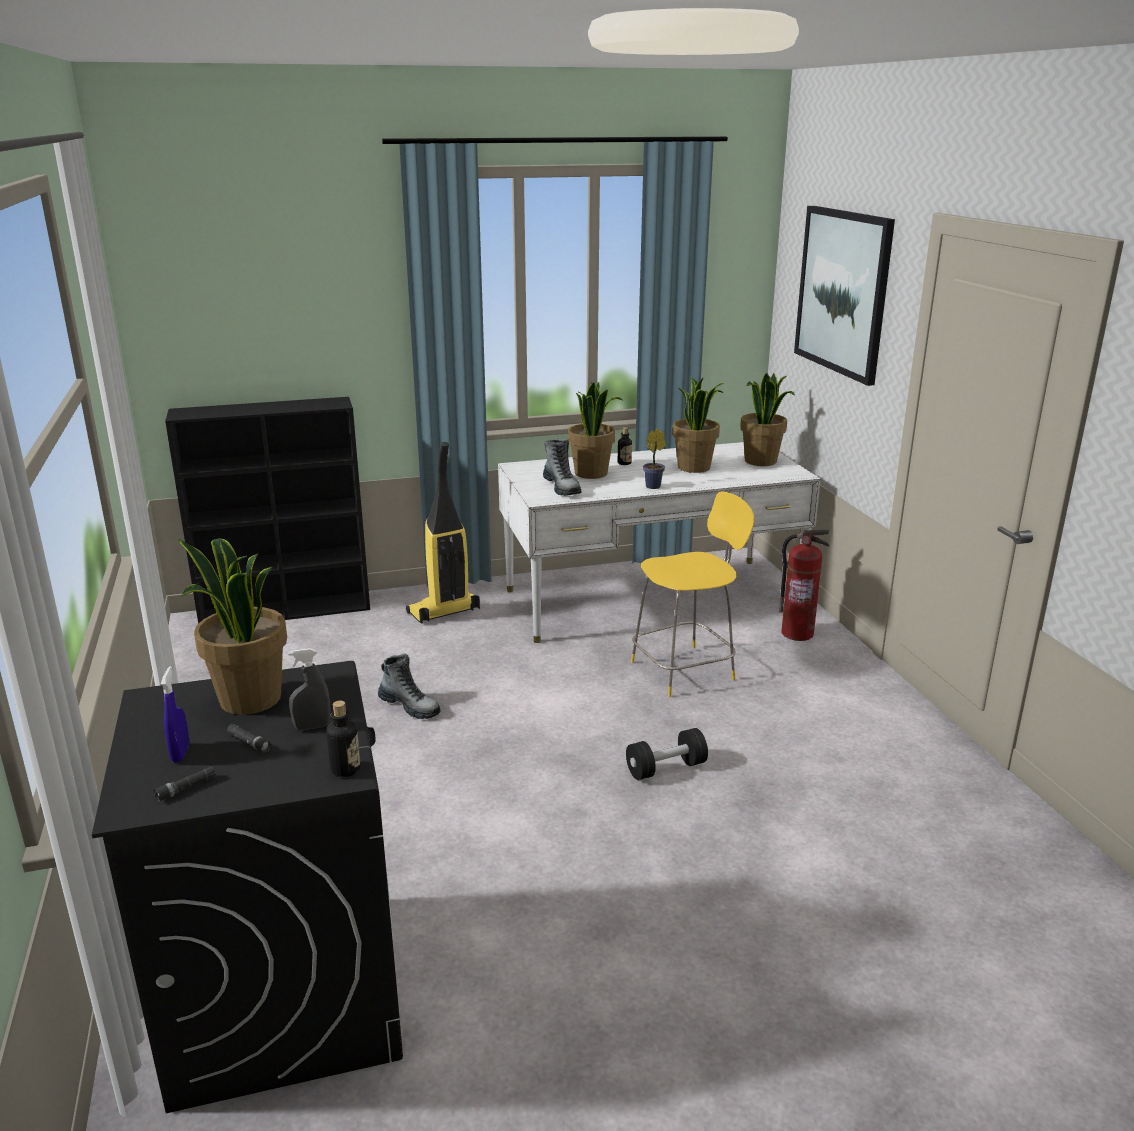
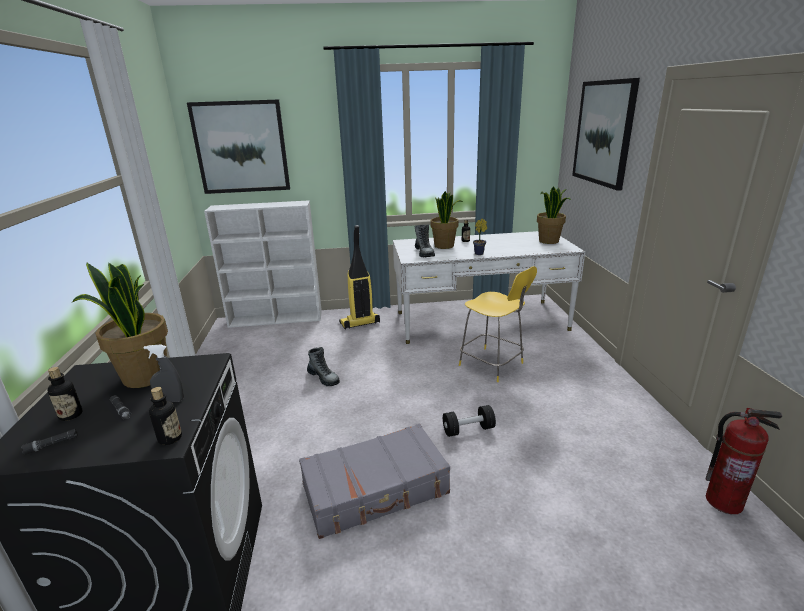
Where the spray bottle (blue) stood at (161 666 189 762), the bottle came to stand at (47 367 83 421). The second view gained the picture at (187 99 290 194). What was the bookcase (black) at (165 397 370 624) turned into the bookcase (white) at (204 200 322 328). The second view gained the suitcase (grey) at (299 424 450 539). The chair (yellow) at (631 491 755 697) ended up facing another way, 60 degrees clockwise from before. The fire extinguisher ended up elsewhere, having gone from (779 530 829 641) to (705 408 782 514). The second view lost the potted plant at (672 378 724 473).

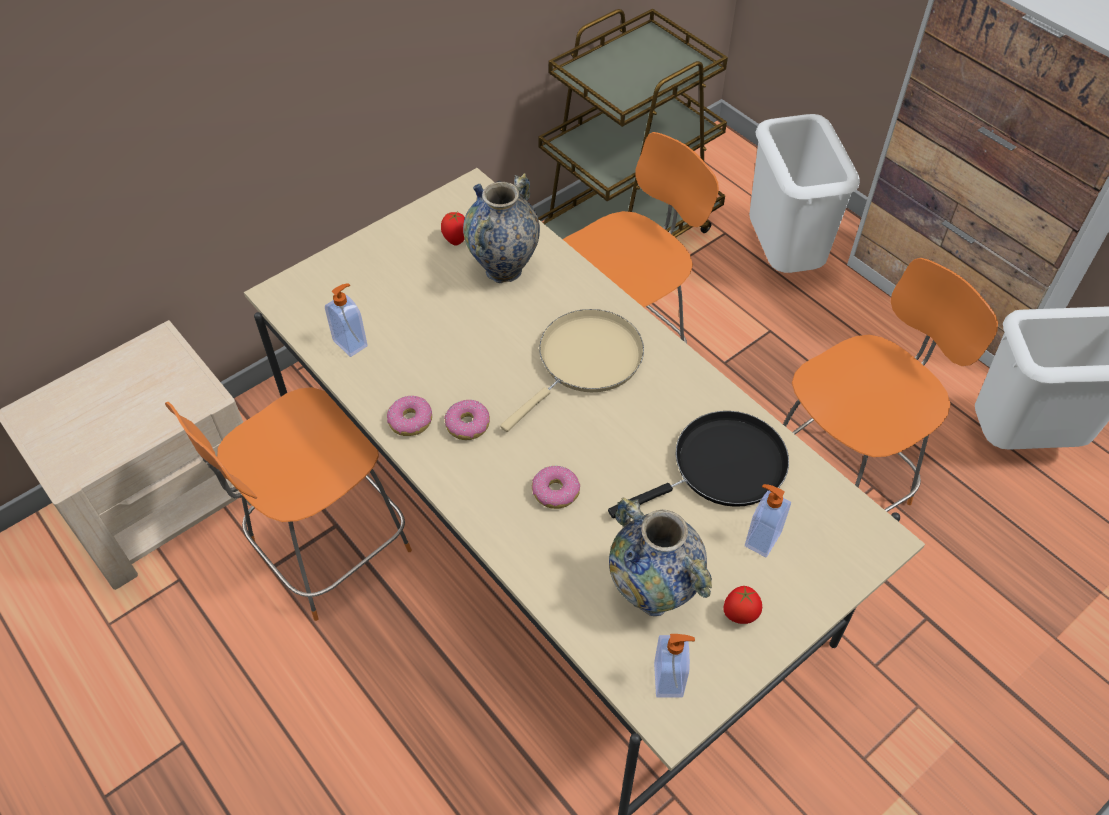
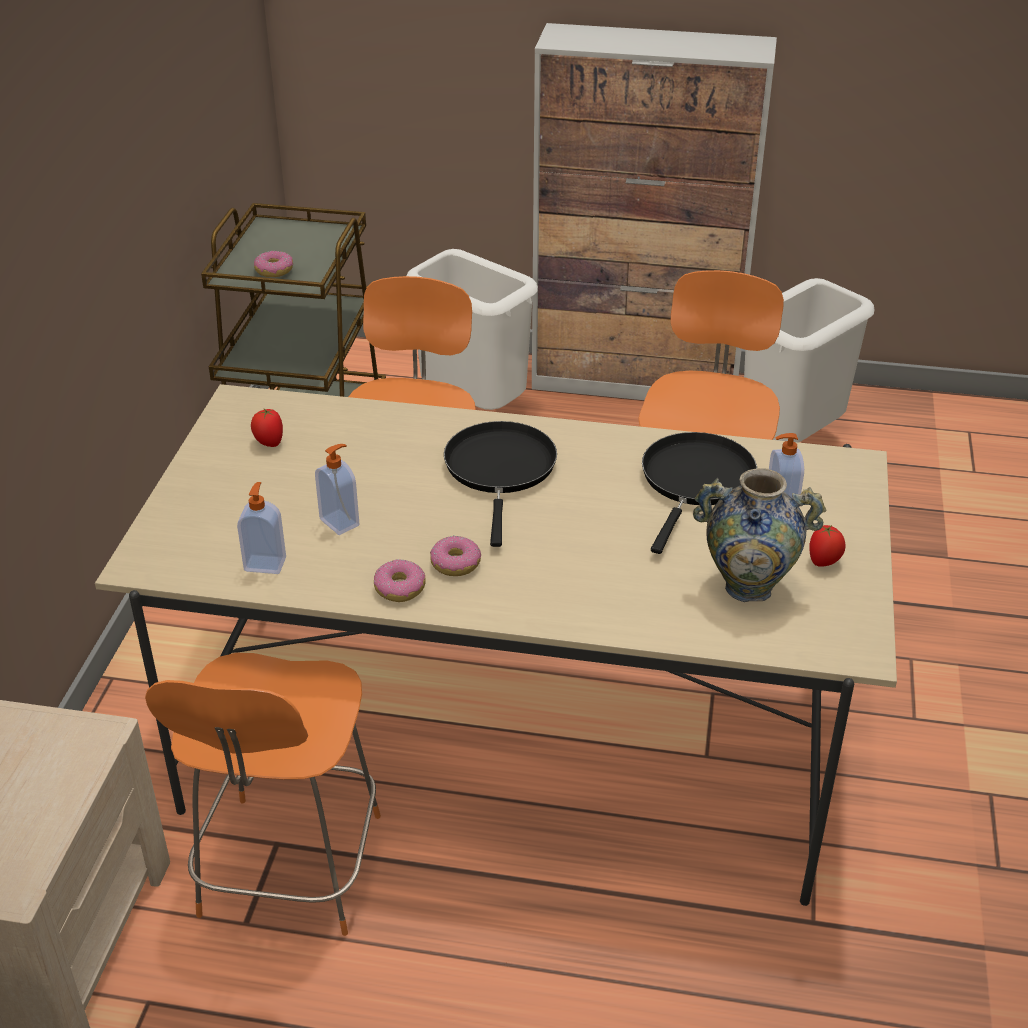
The donut ended up elsewhere, having gone from (532 466 580 509) to (254 251 293 277). The soap dispenser ended up elsewhere, having gone from (654 634 695 698) to (315 444 359 535). What was the frying pan (beige) at (500 309 644 432) turned into the frying pan (black) at (444 421 557 547). The second view lost the vase at (463 173 540 283).

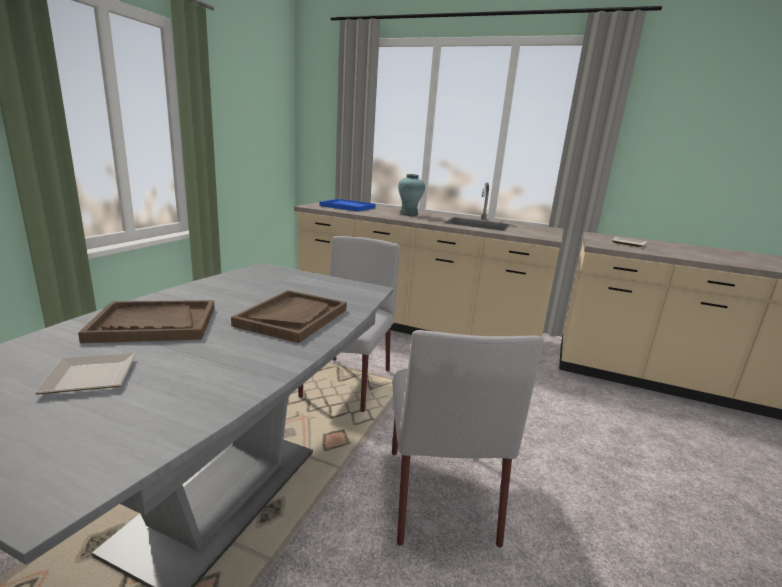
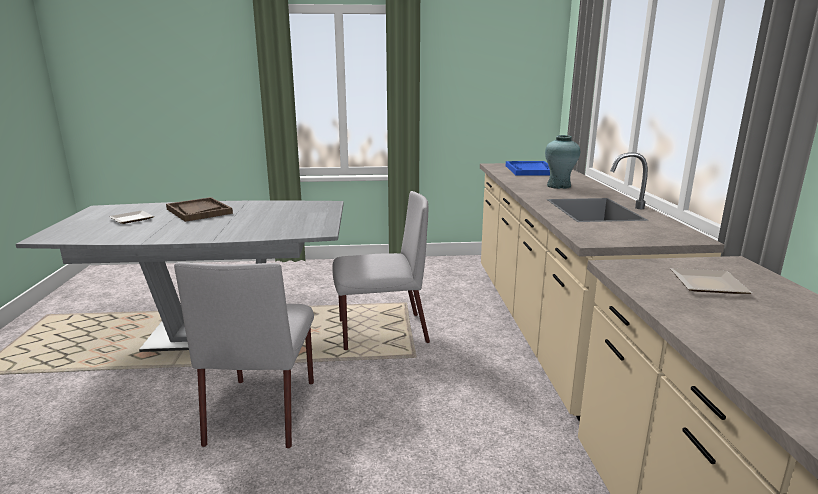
The chair (grey) at (392 330 544 548) ended up facing another way, 60 degrees counterclockwise from before. The second view lost the tray (brown) at (231 290 347 343).

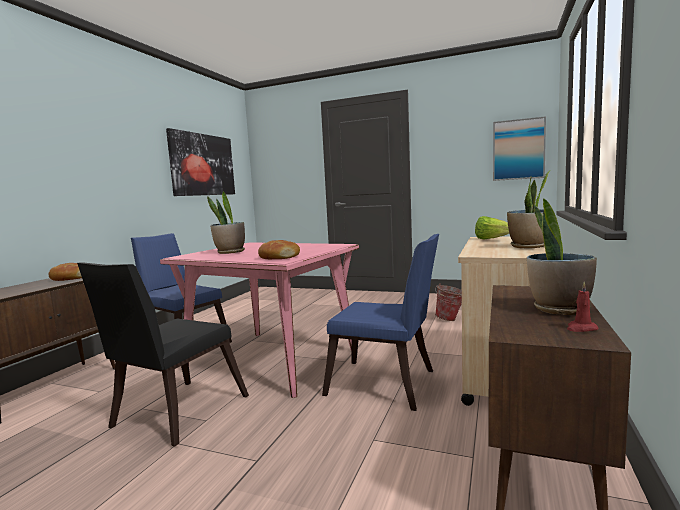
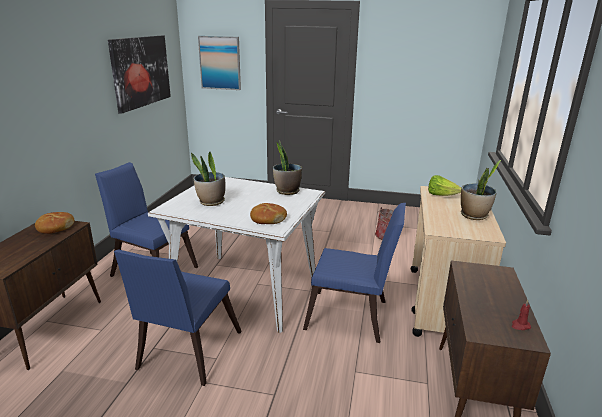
What was the chair (black) at (77 262 249 447) turned into the chair (blue) at (114 249 242 386). What was the dining table (pink) at (160 242 359 398) turned into the dining table (white) at (148 177 325 333). The picture ended up elsewhere, having gone from (493 116 546 181) to (198 36 241 90). The potted plant ended up elsewhere, having gone from (527 198 597 315) to (273 140 302 195).

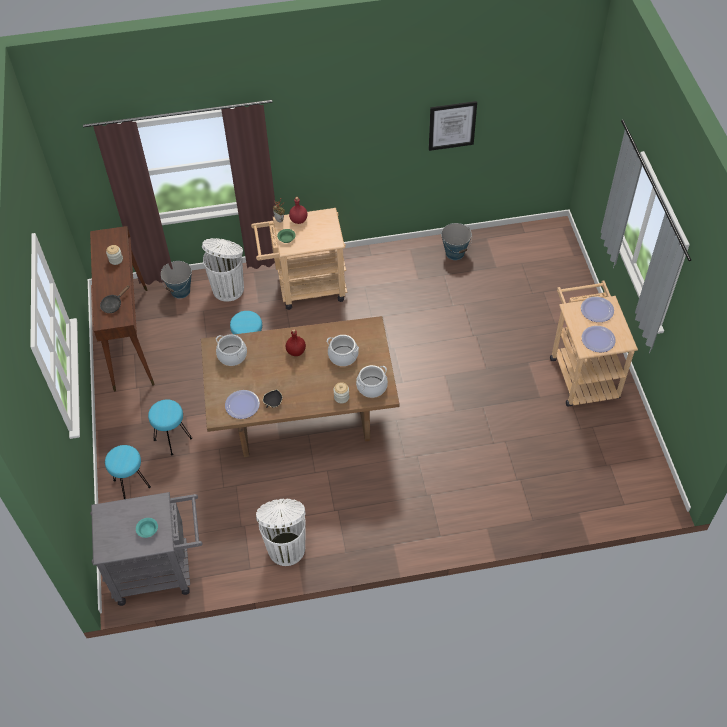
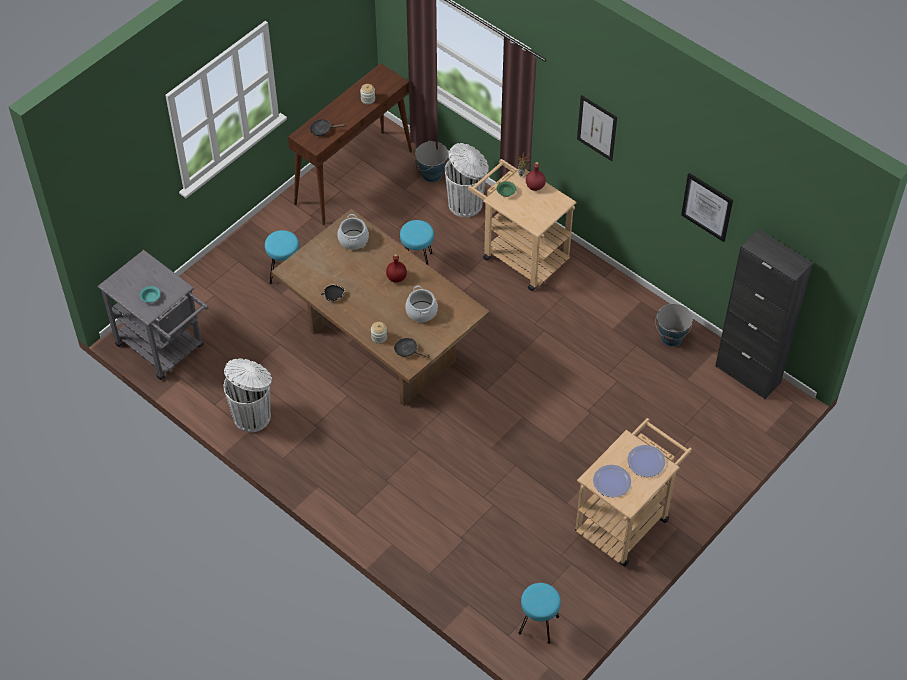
Where the cooking pot stood at (356 365 388 398), the frying pan (black) came to stand at (394 338 430 358). The stool (turquoise) ended up elsewhere, having gone from (105 445 151 499) to (519 583 561 644). The second view gained the picture at (577 95 617 161). The second view gained the cabinet (black) at (715 229 813 399). The second view lost the plate at (225 390 260 419).

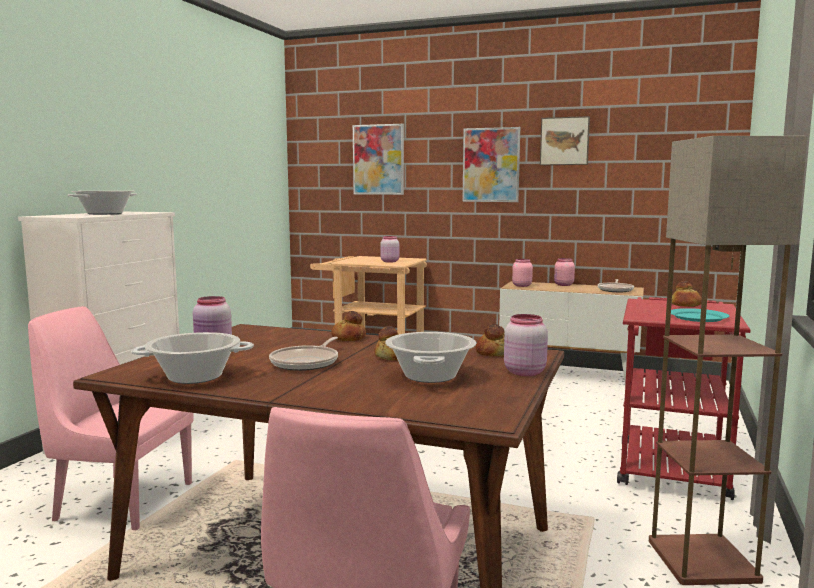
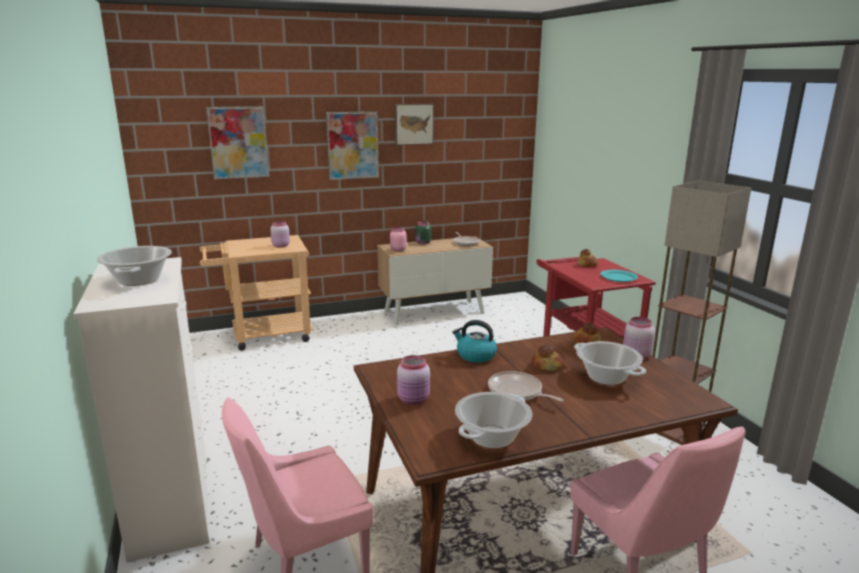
What was the jar (pink) at (554 258 575 286) turned into the jar (green) at (415 221 431 244). Where the bread stood at (331 311 366 341), the kettle came to stand at (452 320 497 363). The frying pan at (269 337 338 371) ended up facing another way, 150 degrees clockwise from before.

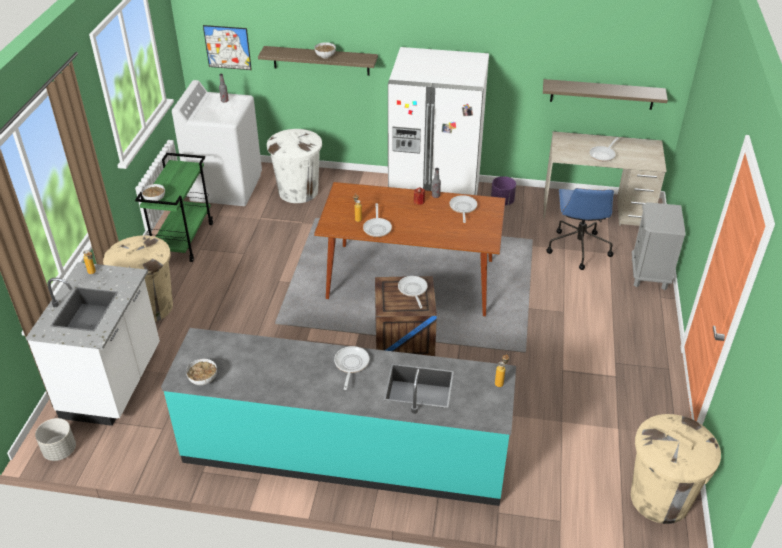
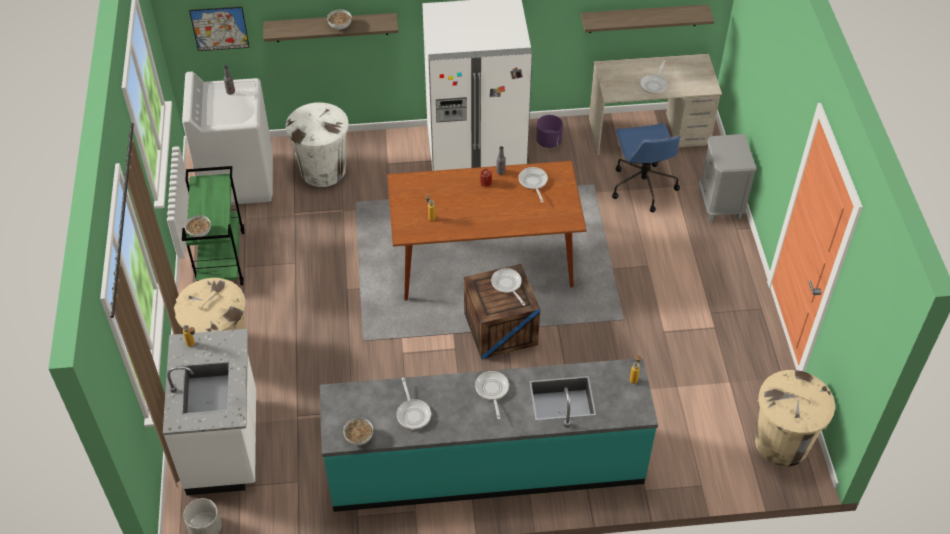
The frying pan ended up elsewhere, having gone from (363 203 392 237) to (397 378 431 429).

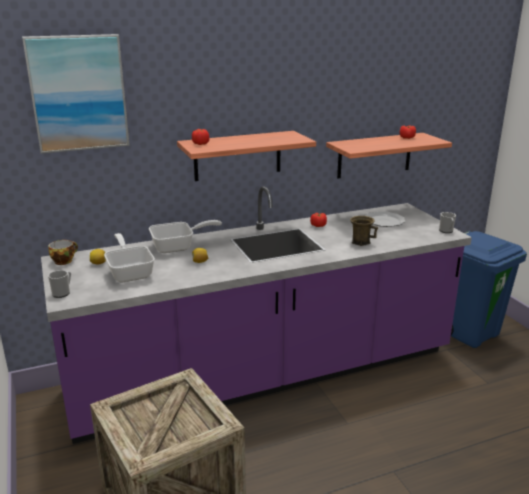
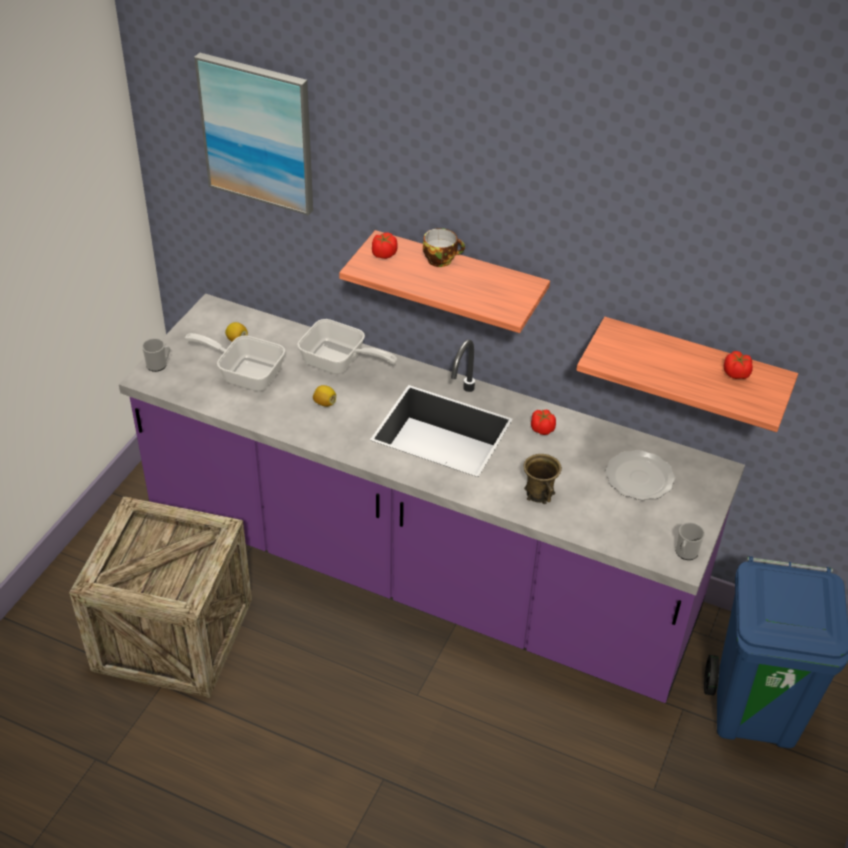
The frying pan at (104 233 155 282) ended up facing another way, 90 degrees counterclockwise from before. The cup ended up elsewhere, having gone from (48 240 78 265) to (423 228 465 267).

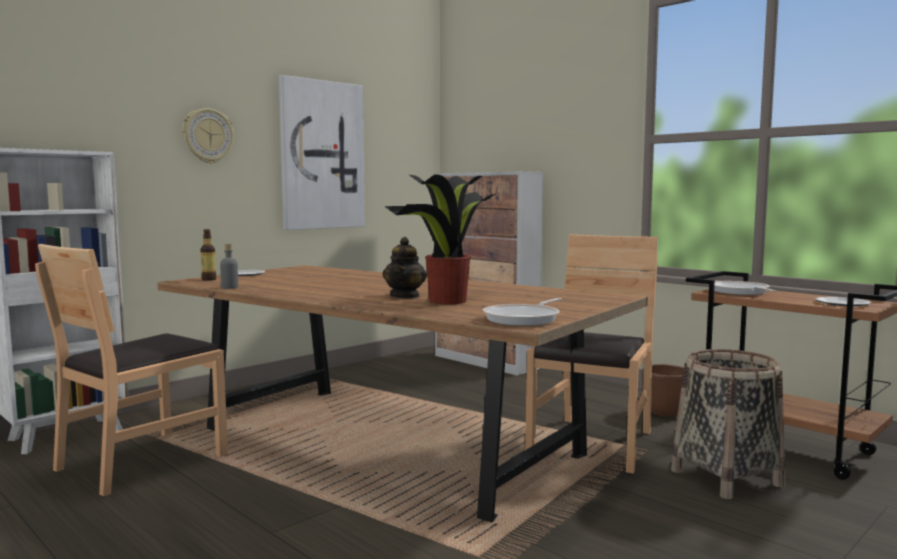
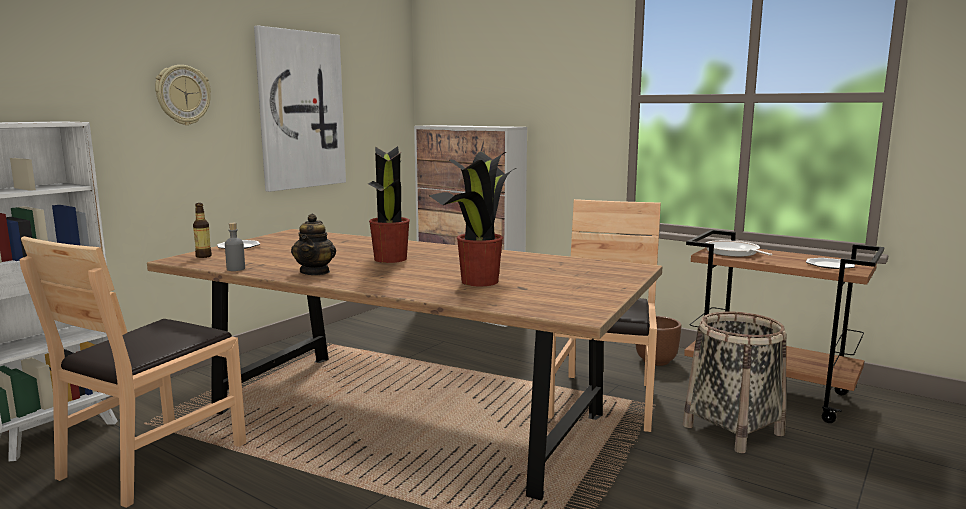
The teapot ended up elsewhere, having gone from (383 237 427 298) to (291 214 336 275). The second view gained the potted plant at (368 146 410 263). The second view lost the frying pan at (483 298 562 326).

